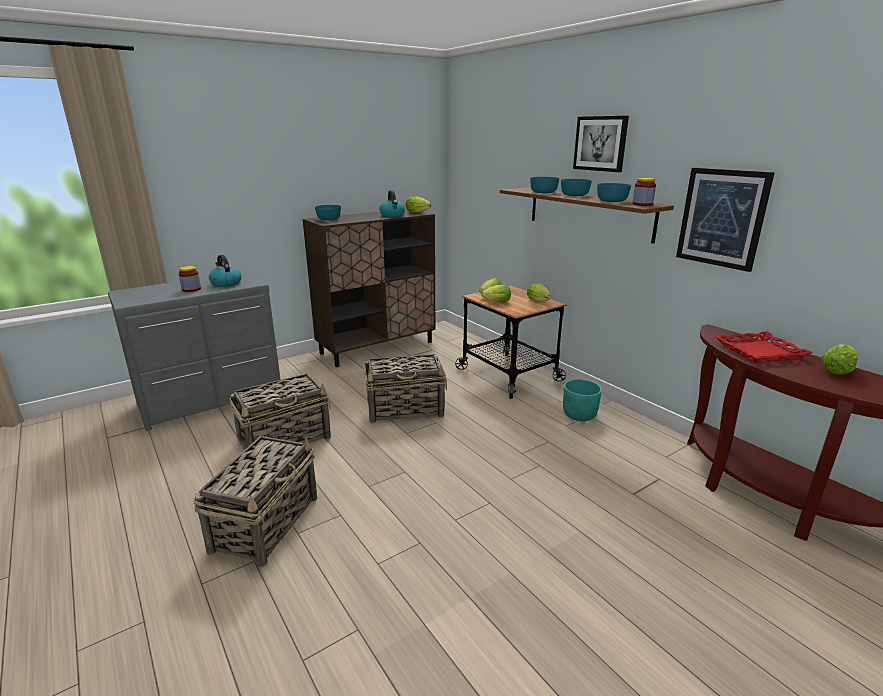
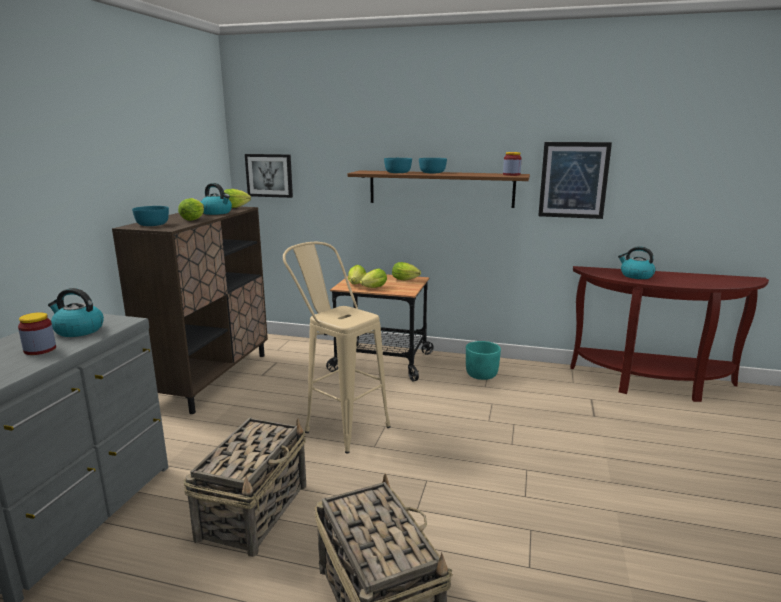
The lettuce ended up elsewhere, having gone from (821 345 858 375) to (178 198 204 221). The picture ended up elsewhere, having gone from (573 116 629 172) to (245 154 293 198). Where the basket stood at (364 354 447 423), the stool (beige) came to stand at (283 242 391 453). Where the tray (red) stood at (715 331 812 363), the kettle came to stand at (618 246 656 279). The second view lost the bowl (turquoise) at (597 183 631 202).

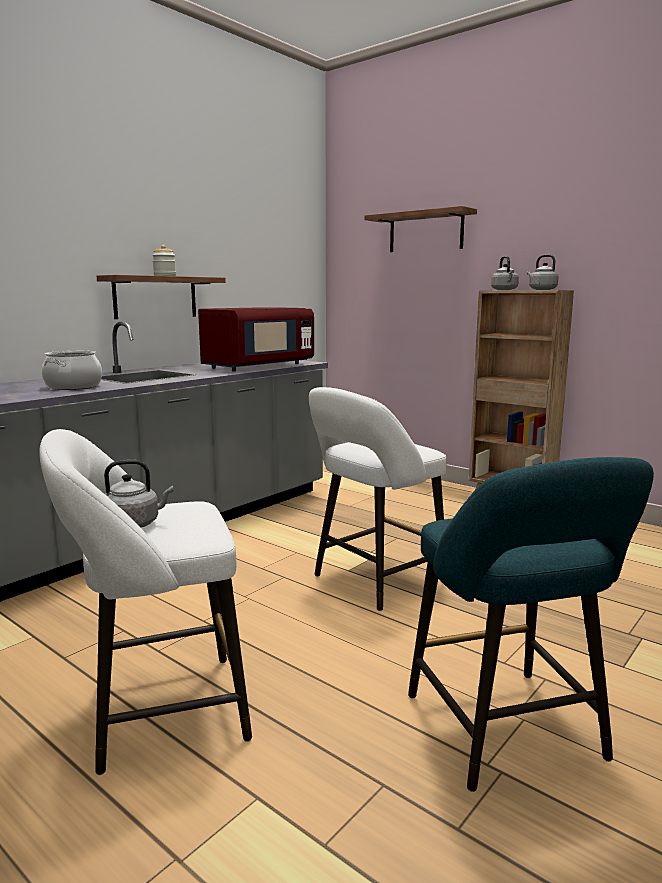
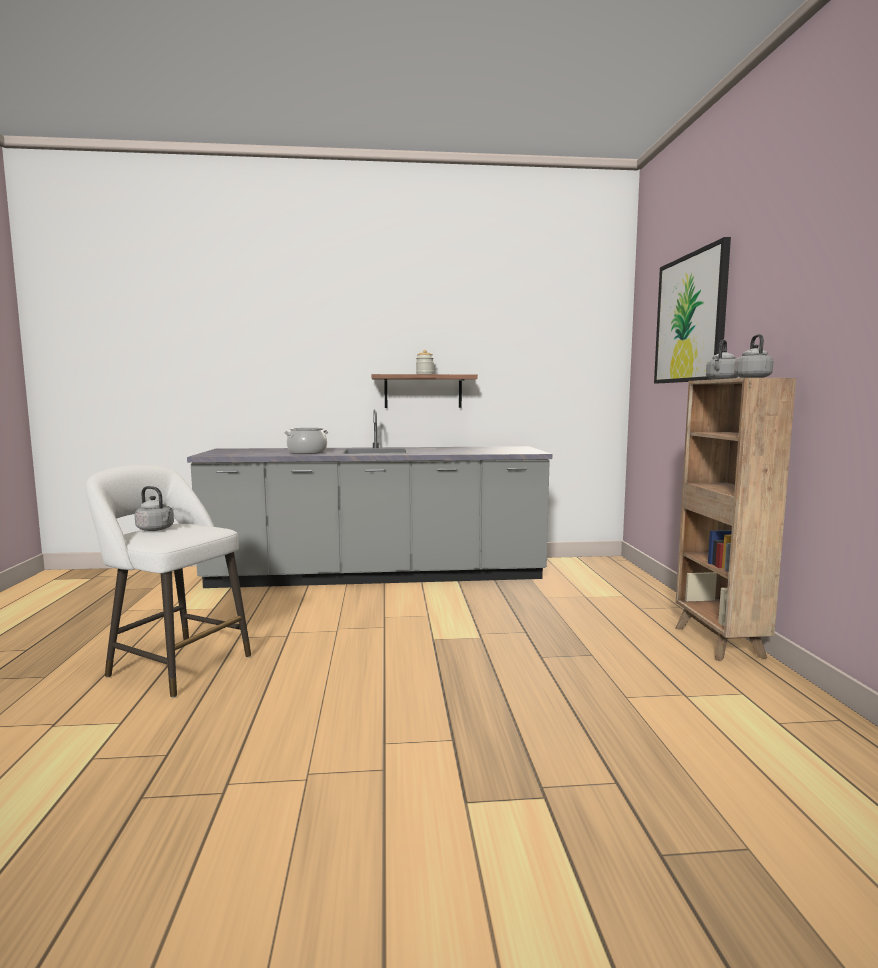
Where the shelf hung at (364 206 477 252), the picture came to hang at (654 237 731 383). The second view lost the microwave (red) at (198 307 314 371). The second view lost the stool (white) at (309 387 447 611). The second view lost the stool (turquoise) at (408 457 654 792).

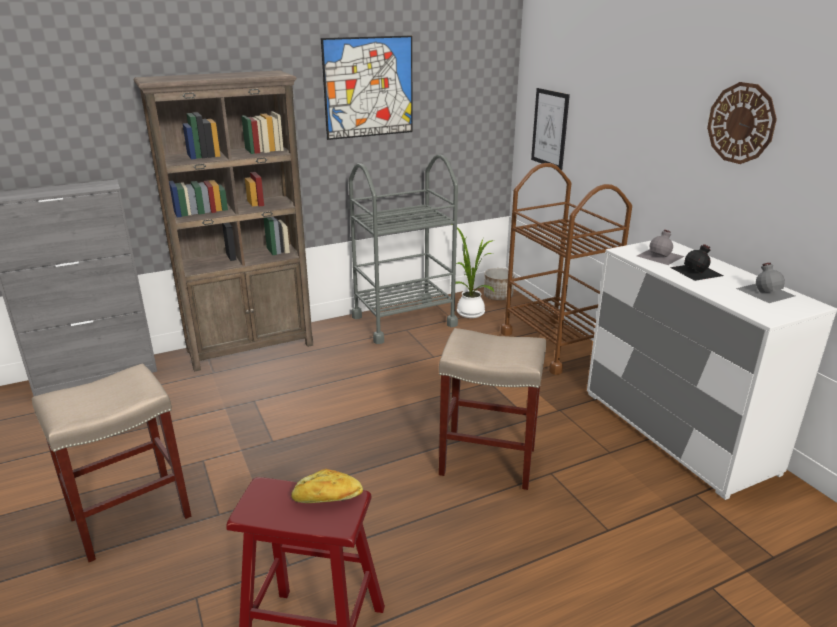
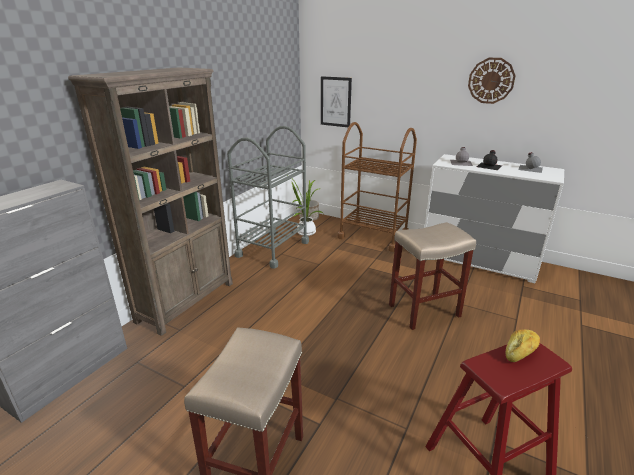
The second view lost the picture at (321 36 413 140).

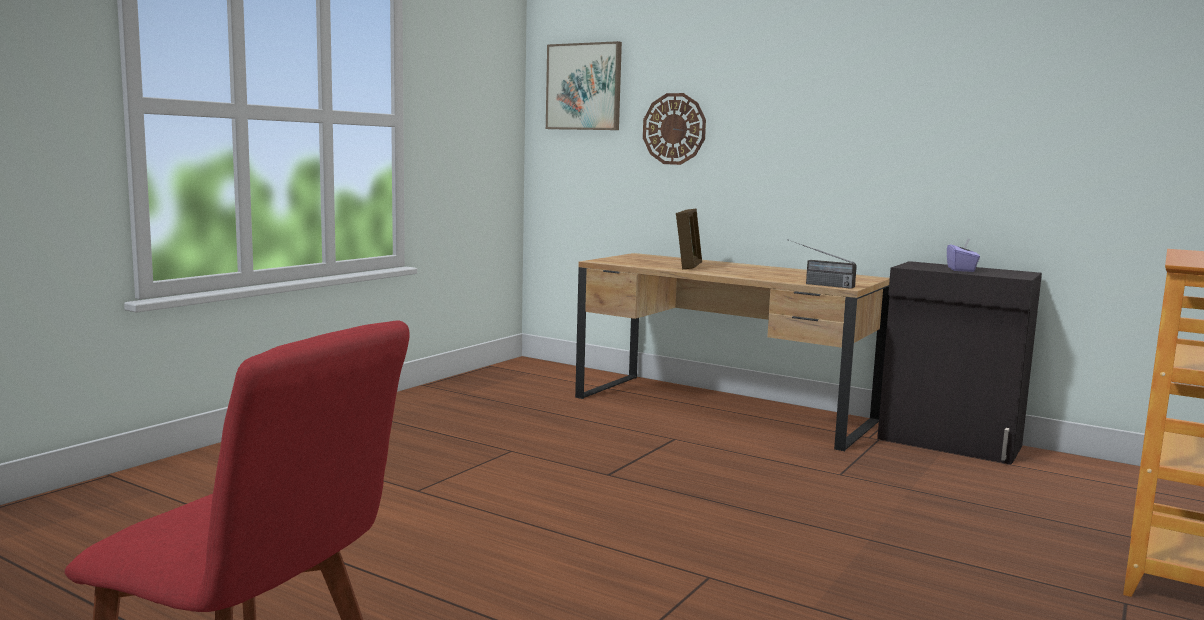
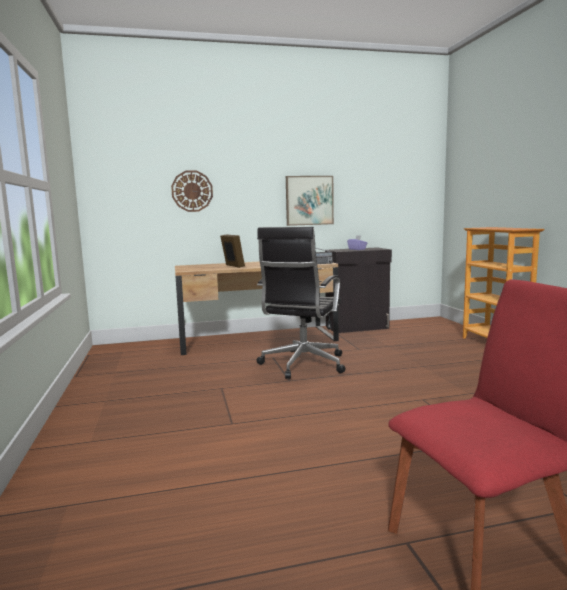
The second view gained the office chair (black) at (256 227 346 379). The picture ended up elsewhere, having gone from (546 41 622 130) to (286 176 334 226).

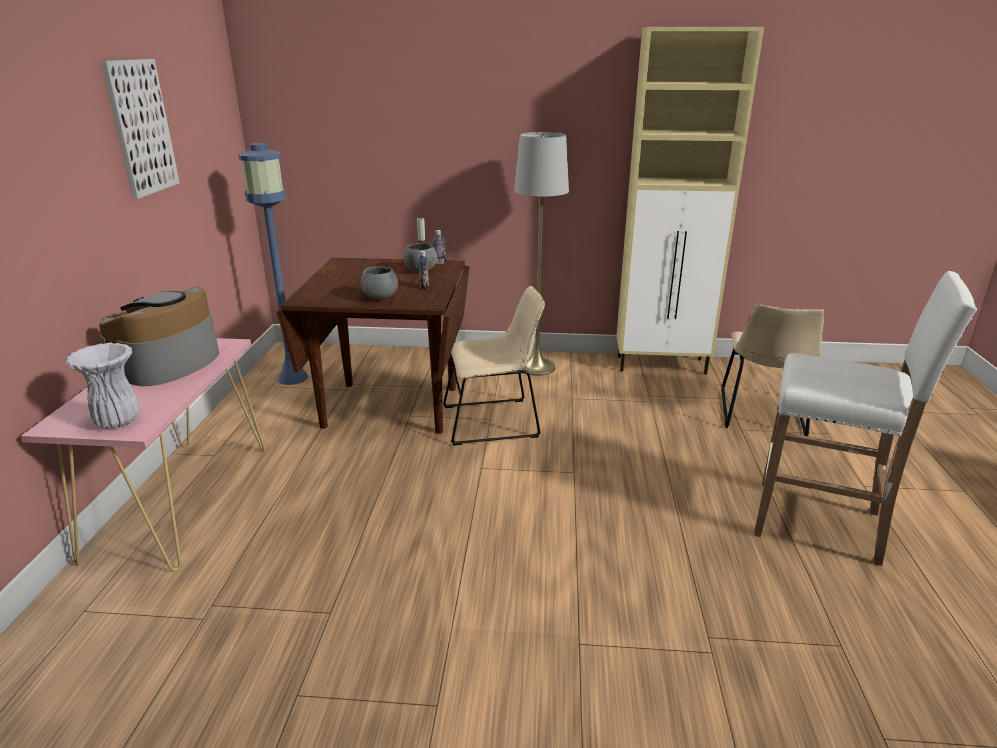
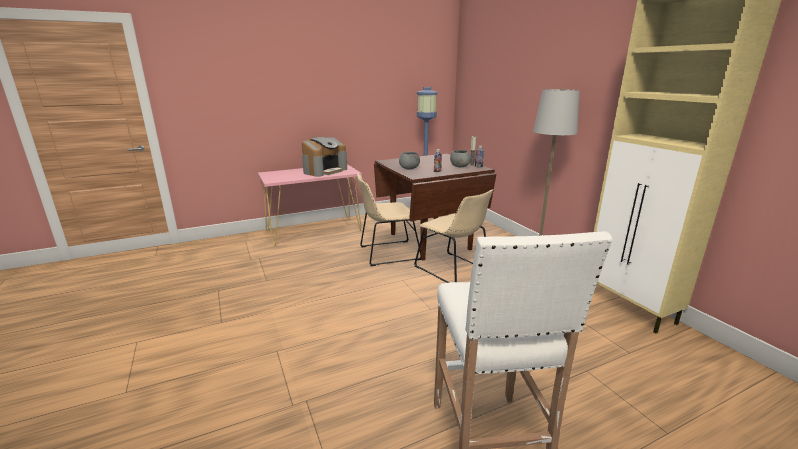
The coffee machine at (99 286 219 386) ended up facing another way, 135 degrees clockwise from before. The chair (beige) ended up elsewhere, having gone from (721 304 824 436) to (357 173 421 266). The second view lost the vase (white) at (66 343 140 429). The second view lost the picture at (101 59 180 199).

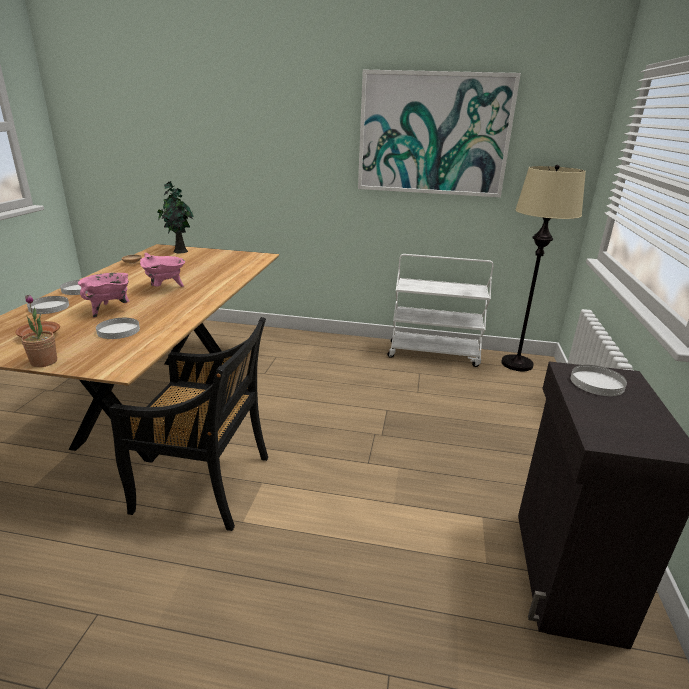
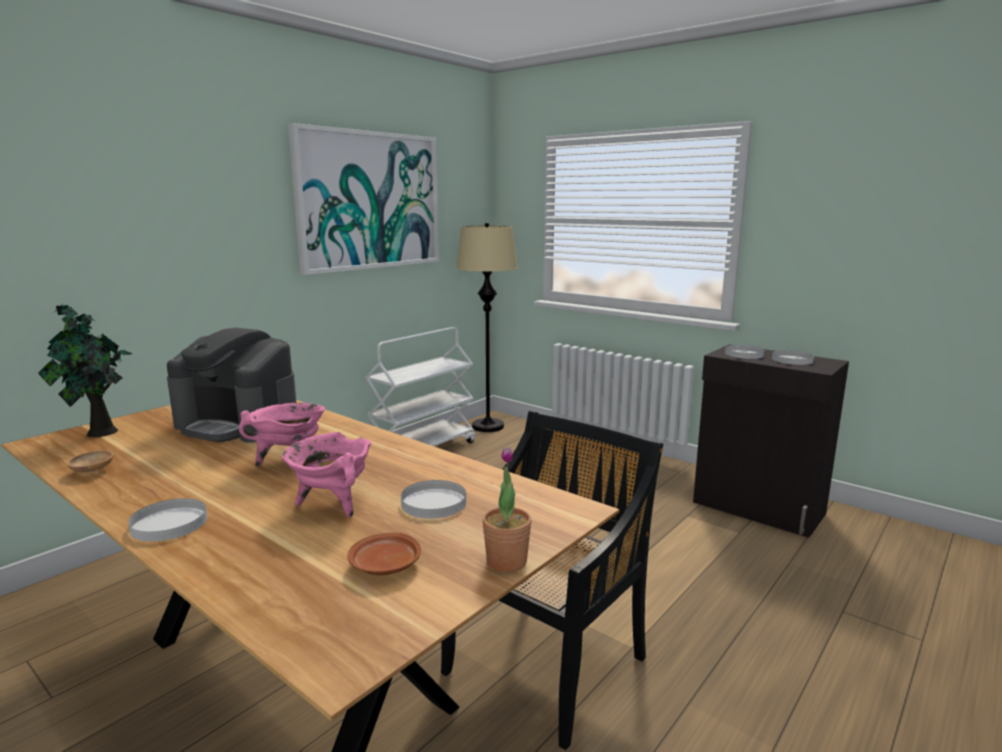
The second view gained the coffee machine at (167 328 297 443). The plate (white) ended up elsewhere, having gone from (27 296 69 314) to (772 350 814 365).

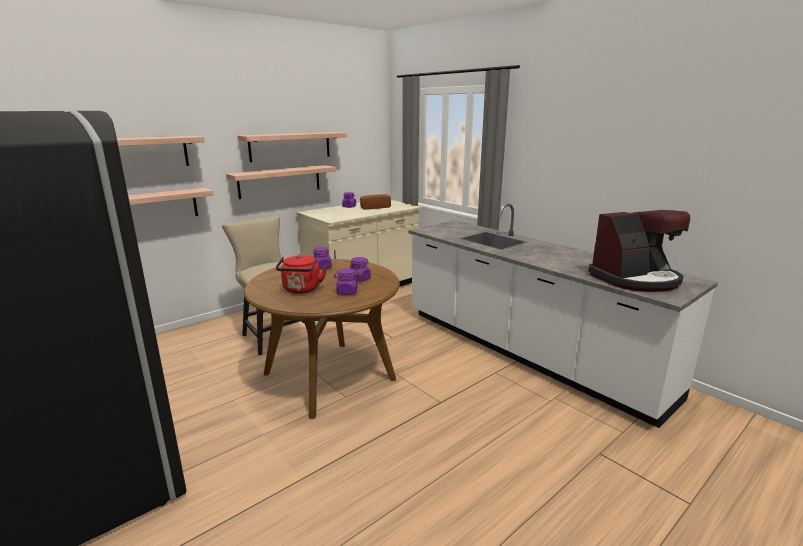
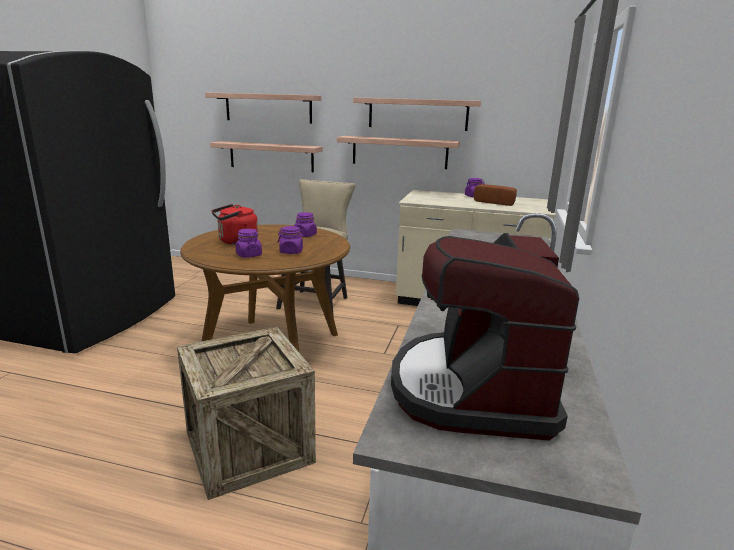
The second view gained the crate at (177 327 316 500). The coffee machine at (588 210 690 292) ended up facing another way, 60 degrees clockwise from before.

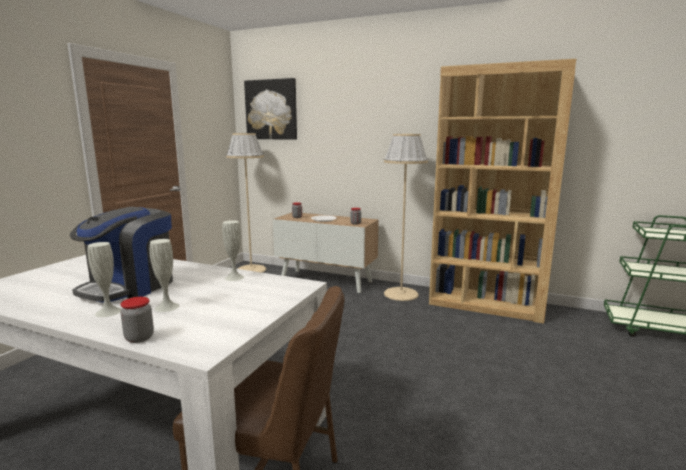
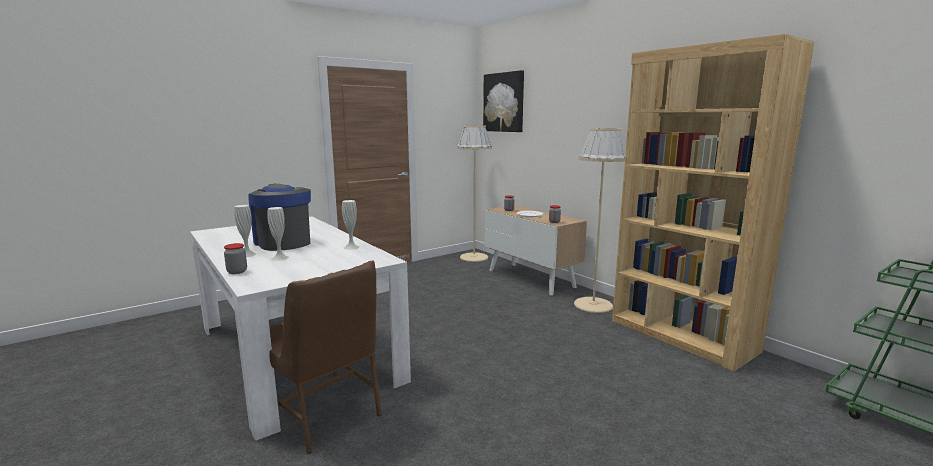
The coffee machine at (70 207 173 303) ended up facing another way, 90 degrees clockwise from before.

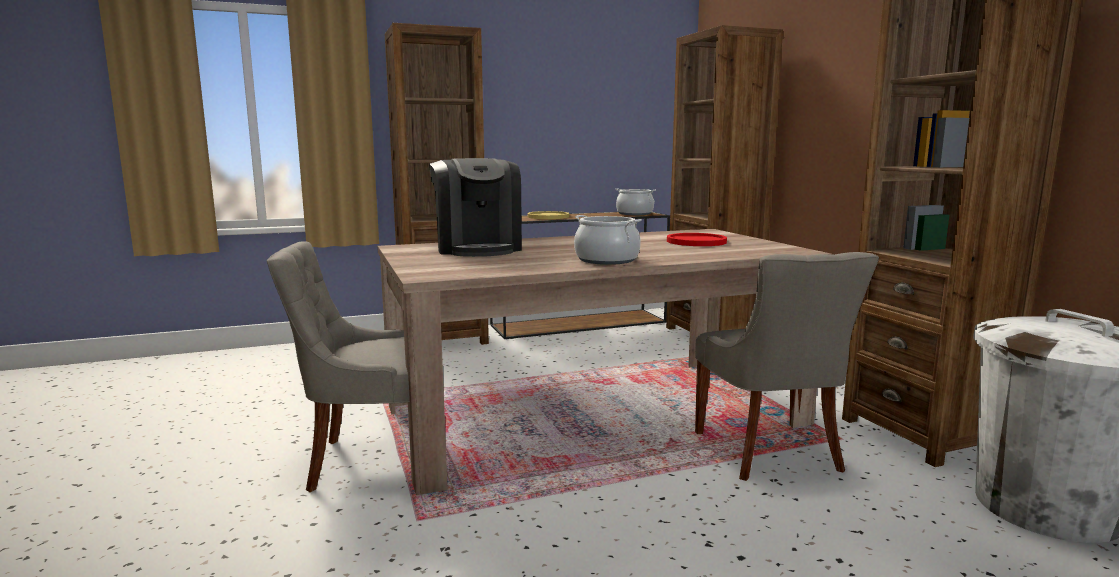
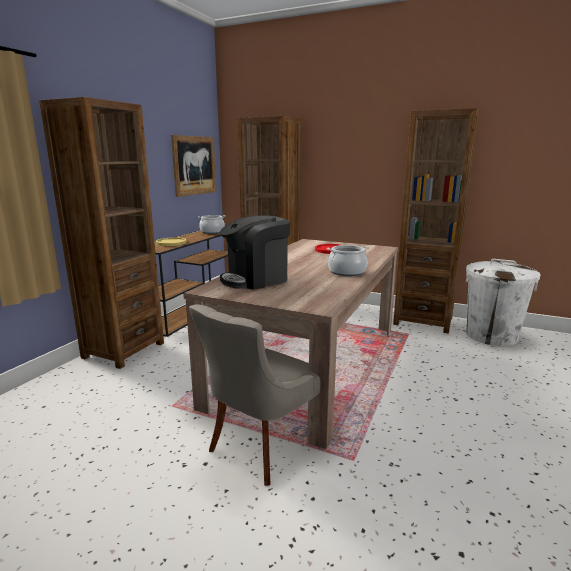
The second view gained the picture at (171 135 216 197). The coffee machine at (429 158 522 257) ended up facing another way, 120 degrees clockwise from before. The second view lost the chair (grey) at (695 252 879 481).

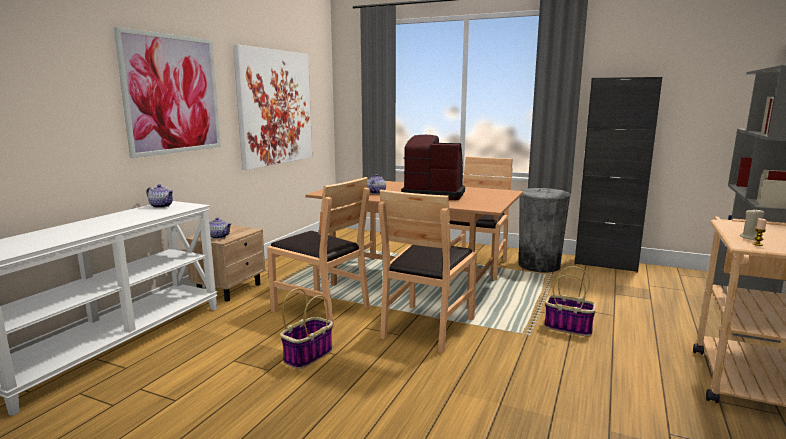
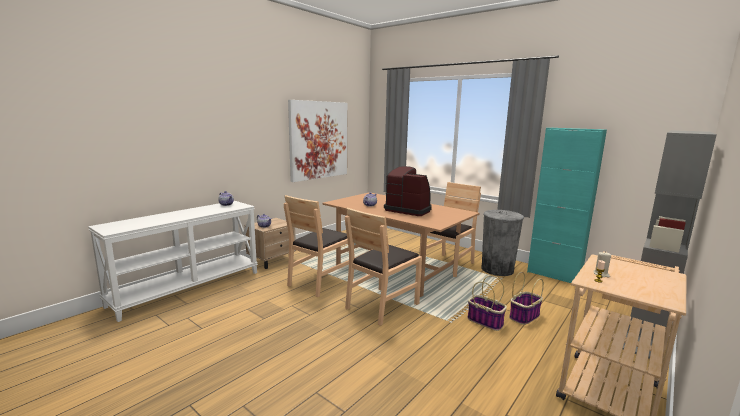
The chair (brown) at (267 177 370 329) ended up facing another way, 75 degrees clockwise from before. The basket ended up elsewhere, having gone from (280 288 333 369) to (509 272 544 325). What was the cabinet (black) at (574 77 662 273) turned into the cabinet (turquoise) at (527 128 607 283). The second view lost the picture at (114 27 221 158).

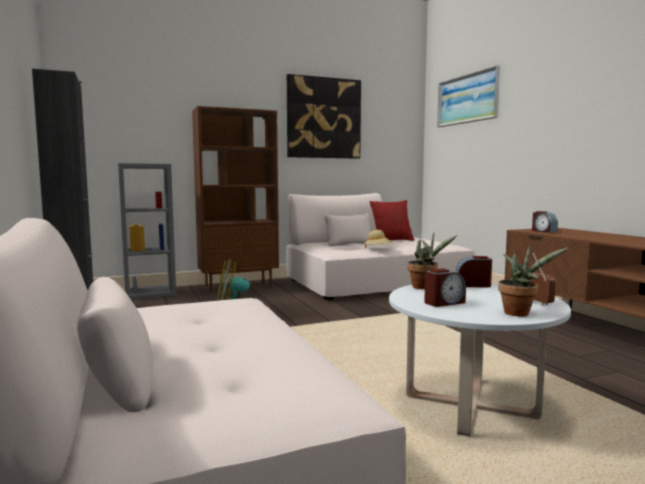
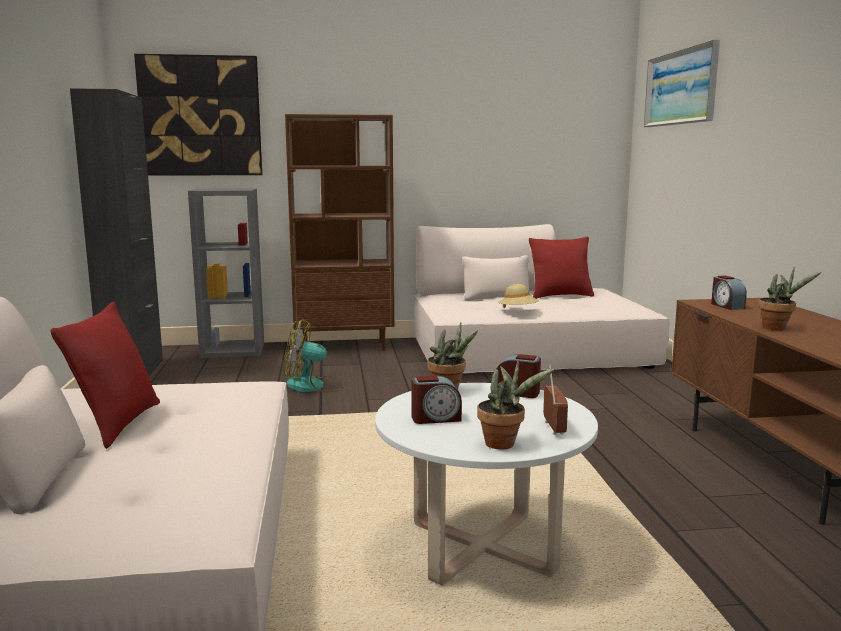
The second view gained the pillow (red) at (50 302 160 449). The picture ended up elsewhere, having gone from (287 74 361 159) to (134 54 262 176). The second view gained the potted plant at (758 267 821 330).

